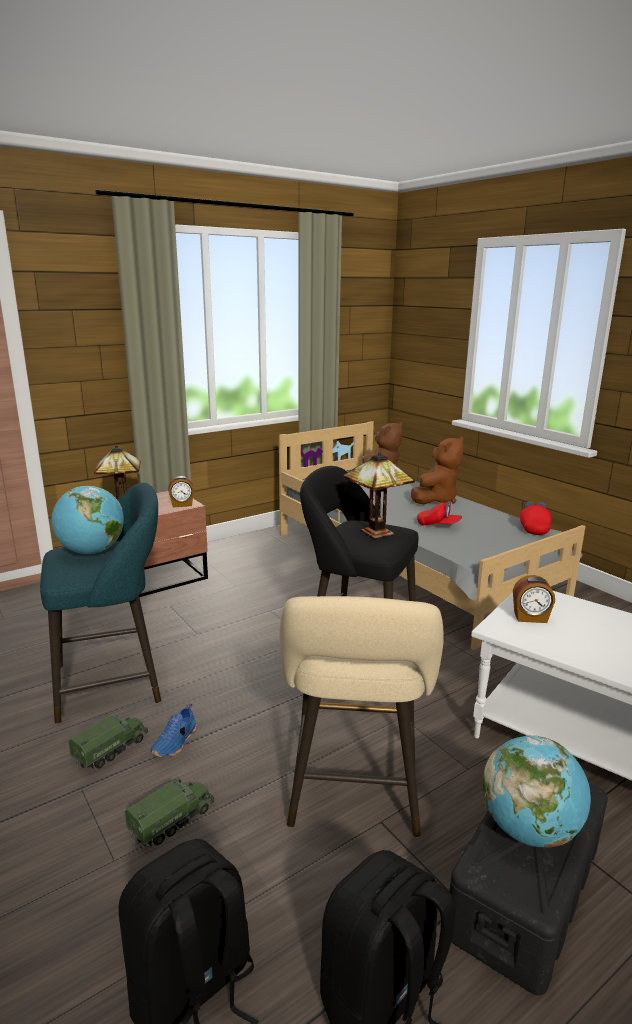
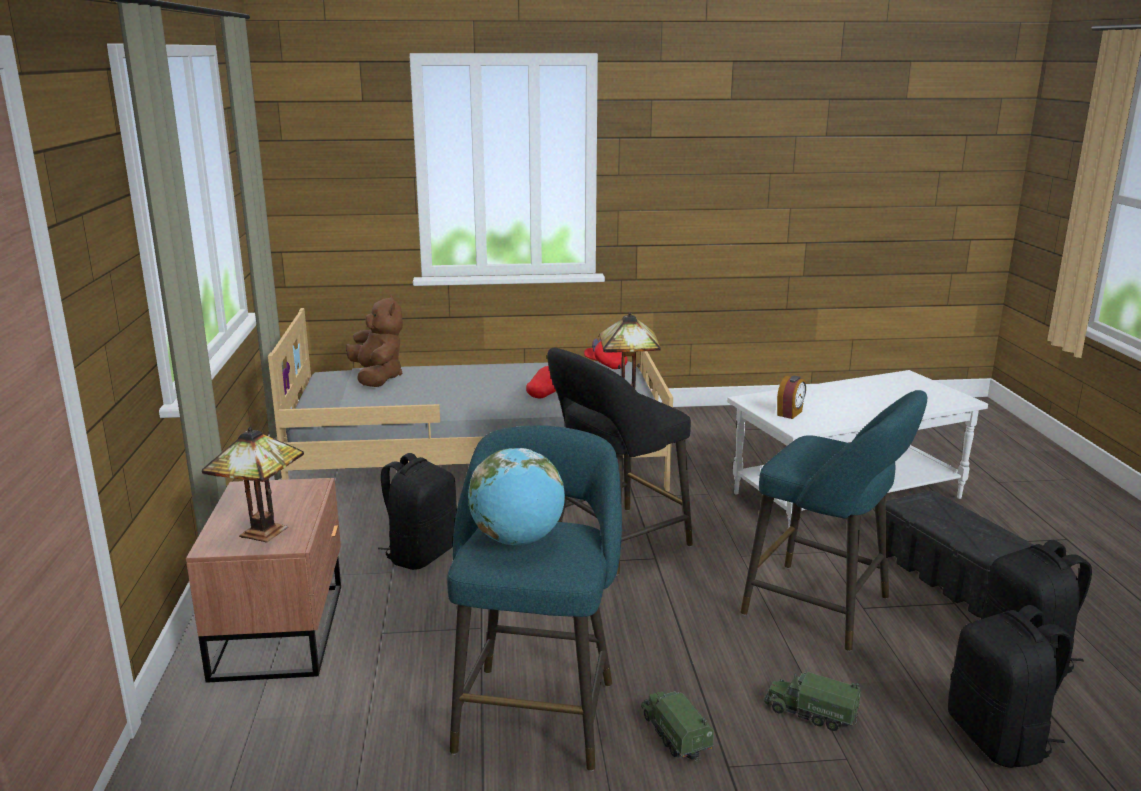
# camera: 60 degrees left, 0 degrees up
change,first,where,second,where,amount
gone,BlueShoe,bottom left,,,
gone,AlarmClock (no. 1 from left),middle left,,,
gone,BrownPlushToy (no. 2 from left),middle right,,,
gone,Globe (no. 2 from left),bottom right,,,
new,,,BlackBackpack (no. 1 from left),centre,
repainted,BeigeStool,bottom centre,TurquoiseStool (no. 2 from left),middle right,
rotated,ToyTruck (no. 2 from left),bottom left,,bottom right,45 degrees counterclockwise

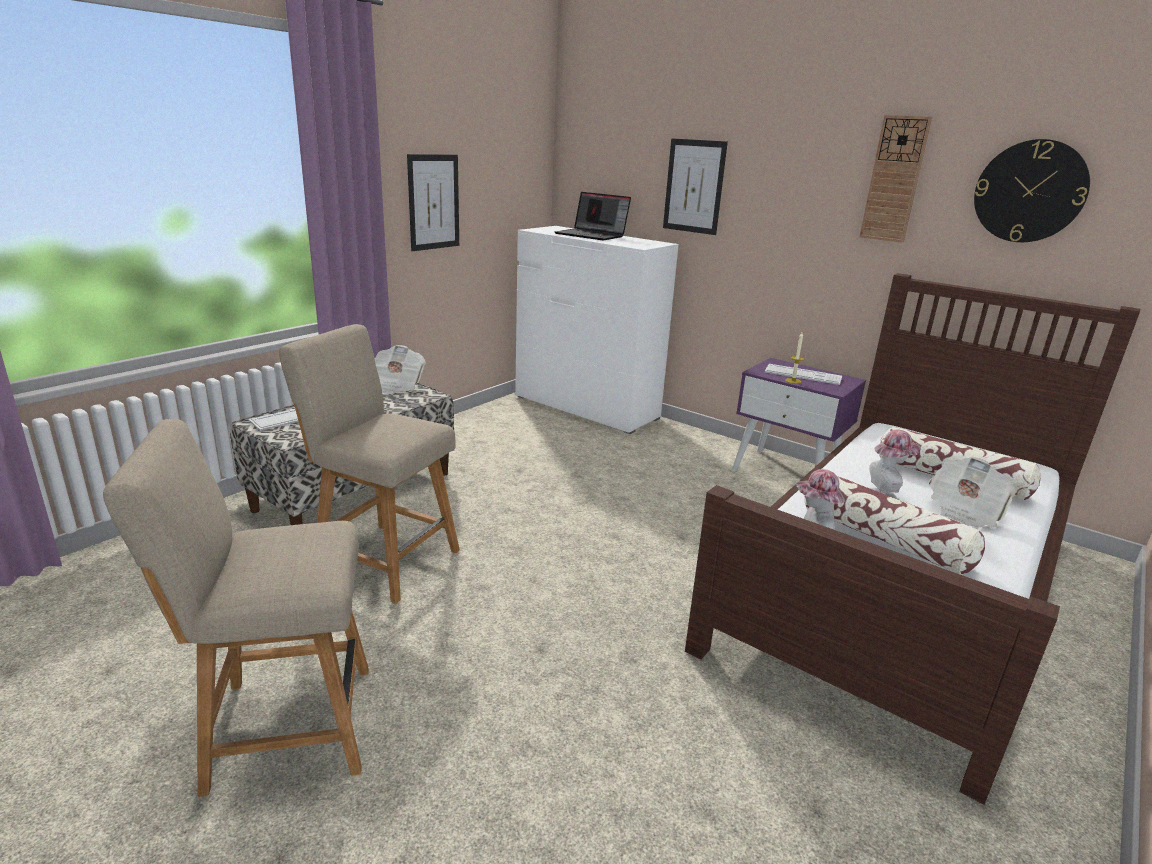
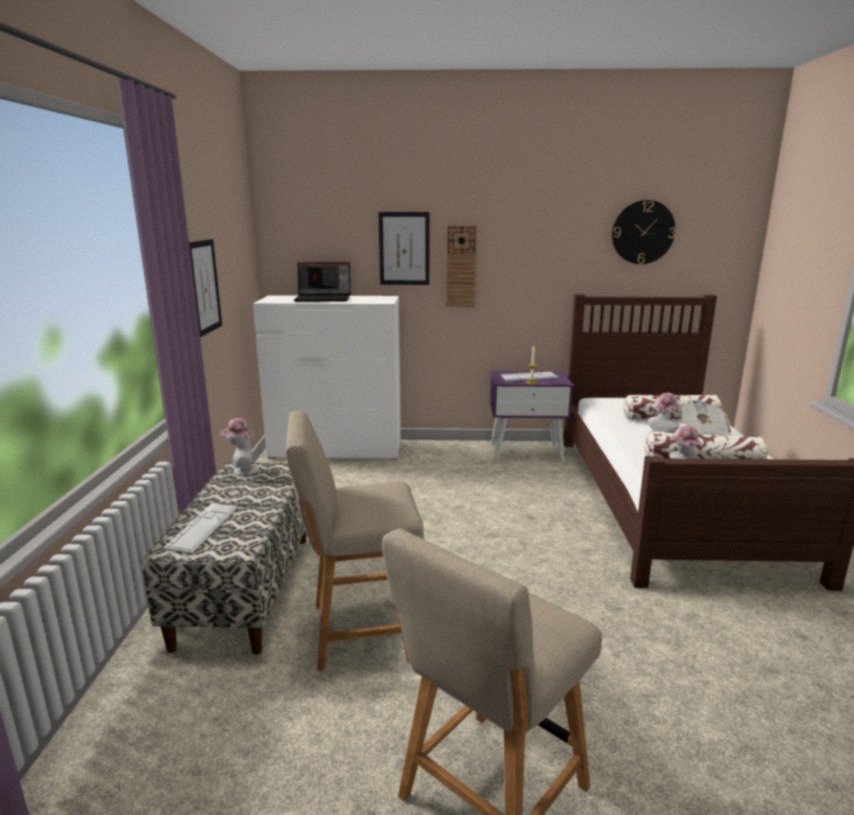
# camera: 35 degrees left, 5 degrees down
change,first,where,second,where,amount
shifted,WallClock (no. 1 from left),top right,,top centre,
swapped,Newspaper (no. 1 from left),centre,Hat (no. 1 from left),middle left,

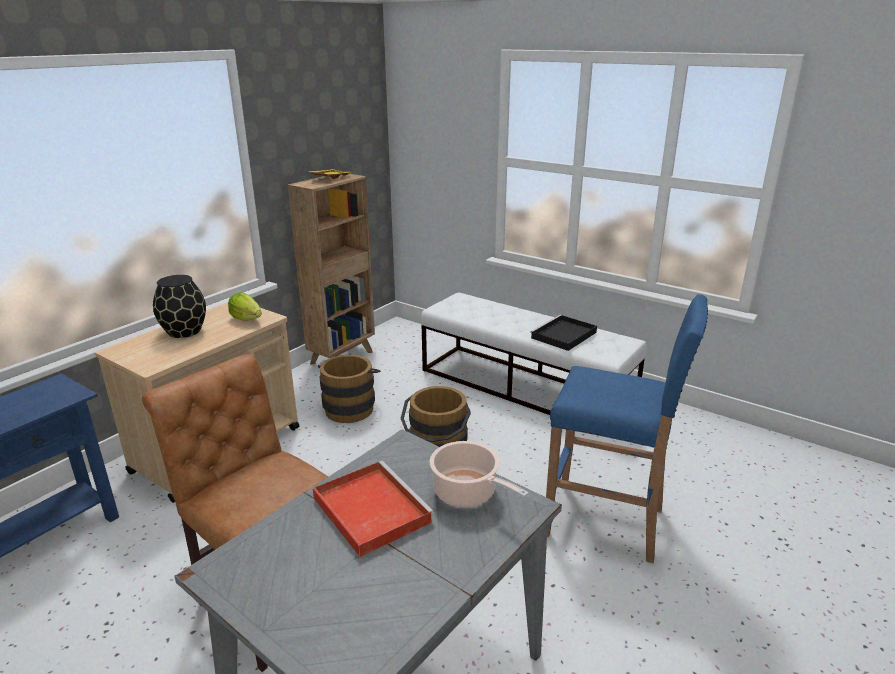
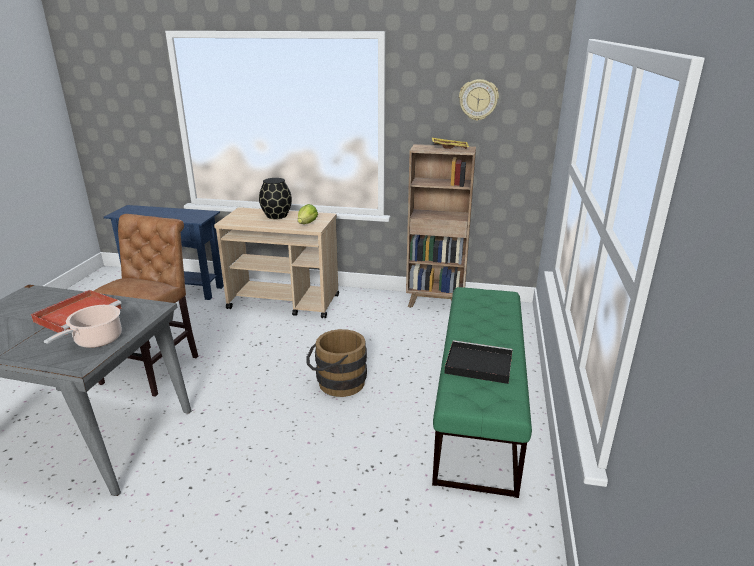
# camera: 65 degrees right, 0 degrees up
change,first,where,second,where,amount
gone,BrownBucket (no. 1 from left),centre,,,
gone,BlueStool,middle right,,,
new,,,WallClock,top centre,
repainted,WhiteBench,centre,GreenBench,bottom centre,

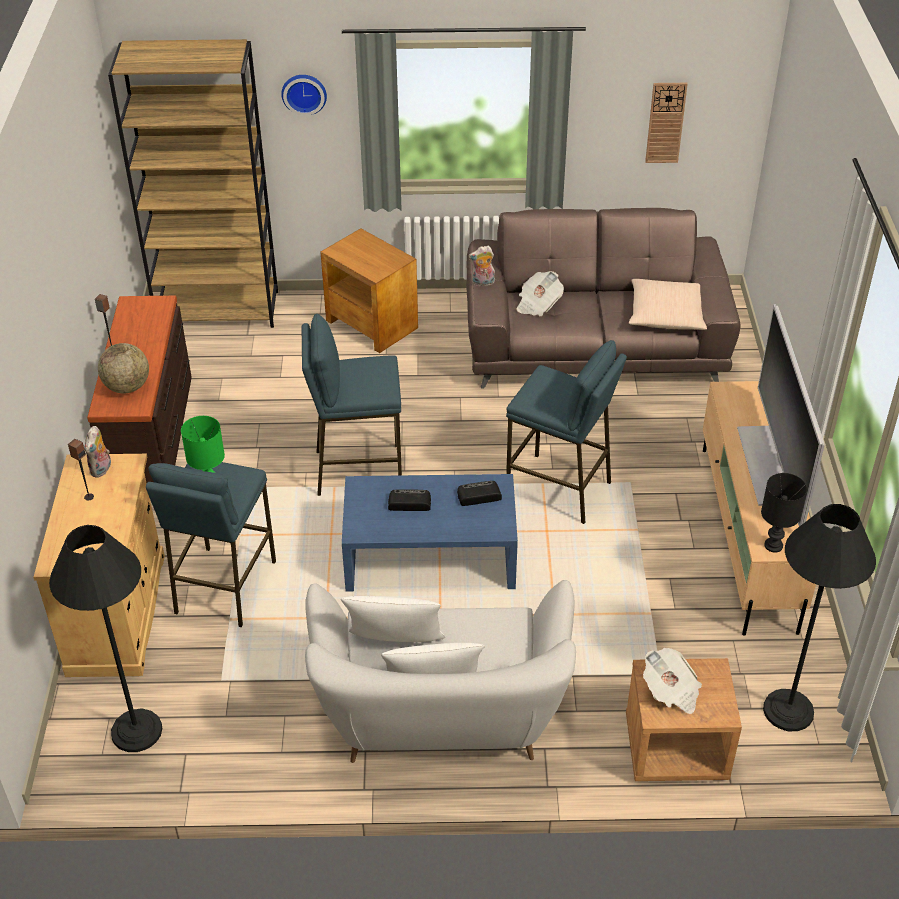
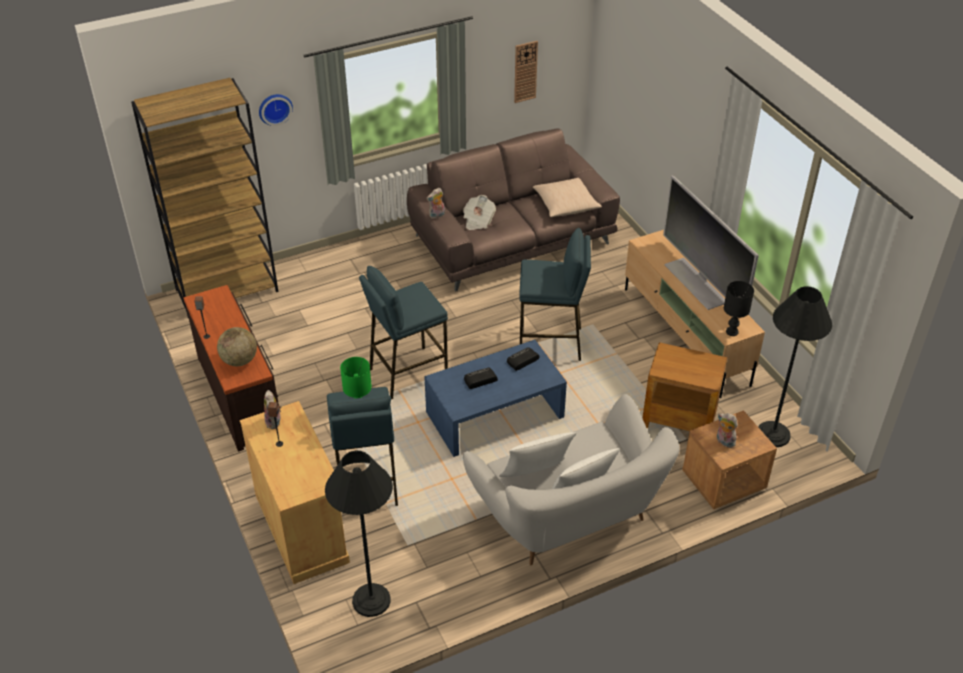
# camera: 25 degrees left, 0 degrees up
change,first,where,second,where,amount
shifted,BrownSideTable,top centre,,middle right,
swapped,Newspaper (no. 2 from left),bottom right,PlushToy (no. 3 from left),middle right,

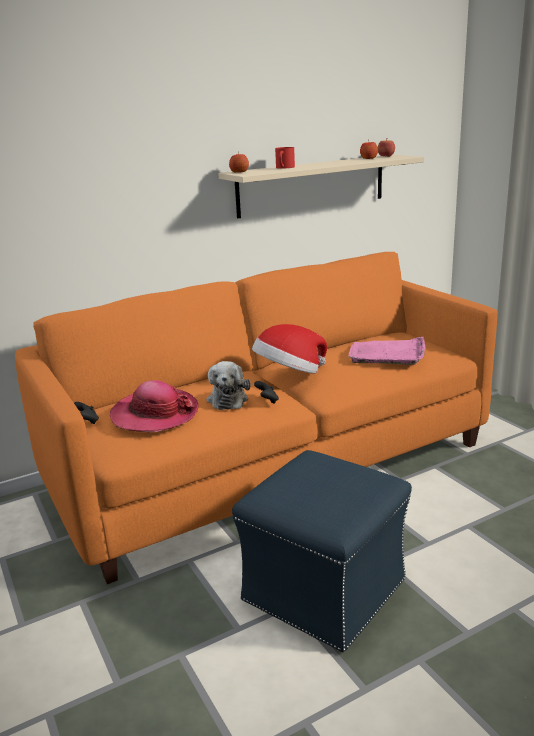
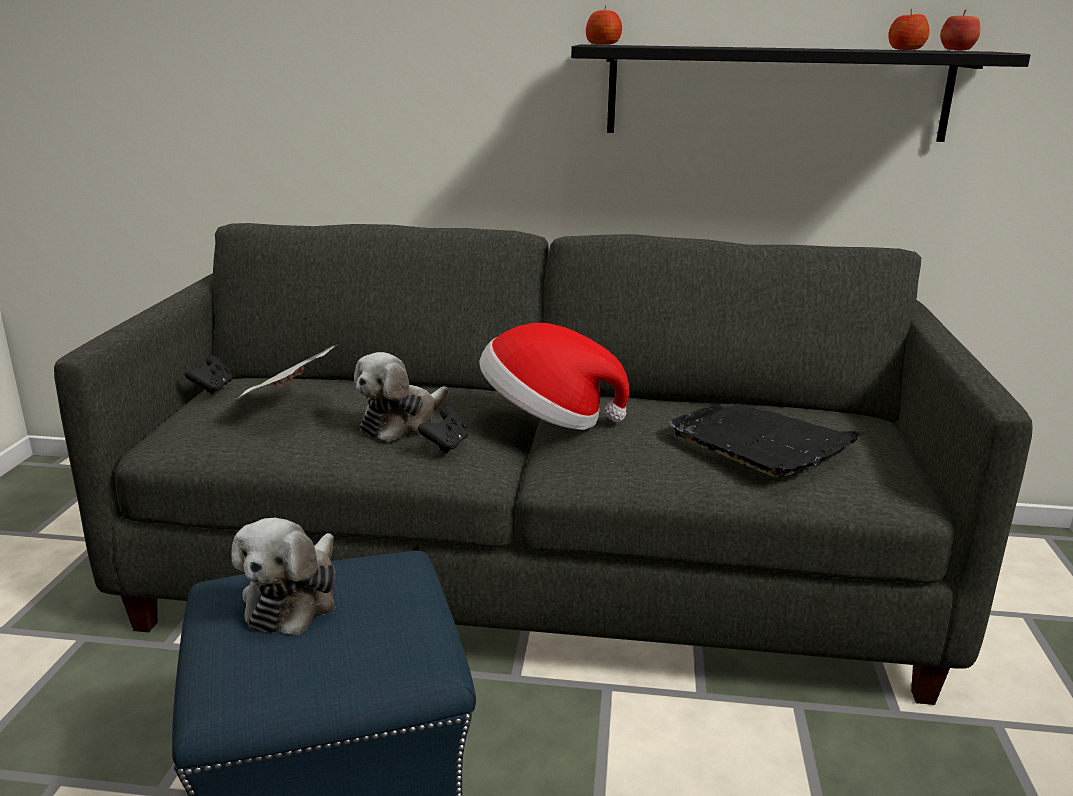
# camera: 35 degrees right, 0 degrees up
change,first,where,second,where,amount
gone,RedMug,top centre,,,
new,,,PlushToy (no. 1 from left),bottom left,
swapped,Hat (no. 1 from left),middle left,Newspaper,middle left,
repainted,OrangeSofa,centre,GreySofa,centre,
repainted,BeigeShelf,top centre,BlackShelf,top right,
repainted,PinkTray,middle right,BlackTray,middle right,

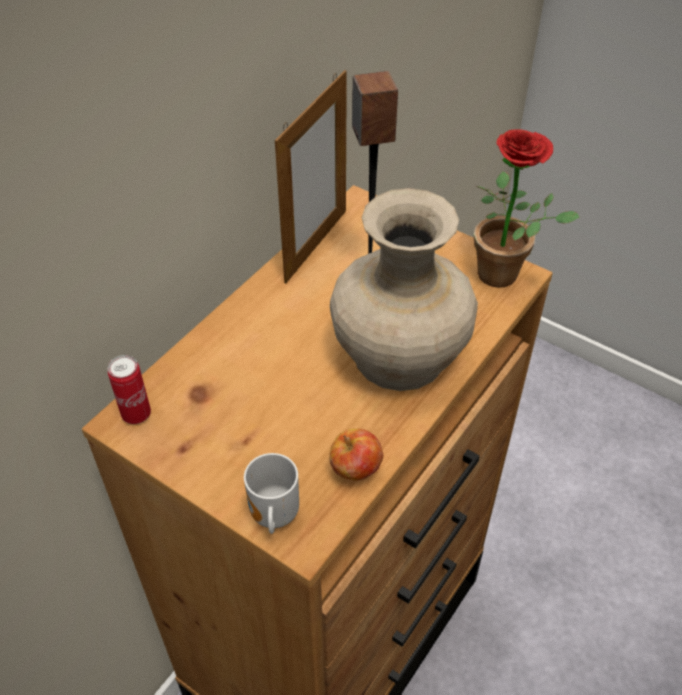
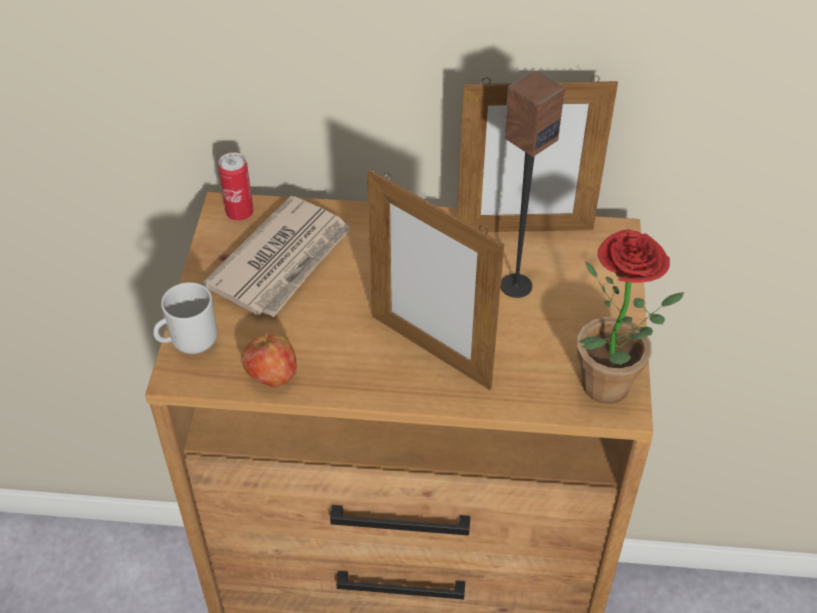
# camera: 60 degrees right, 0 degrees up
change,first,where,second,where,amount
new,,,Newspaper,centre,
swapped,BeigeVase,centre,PictureFrame (no. 1 from left),centre,

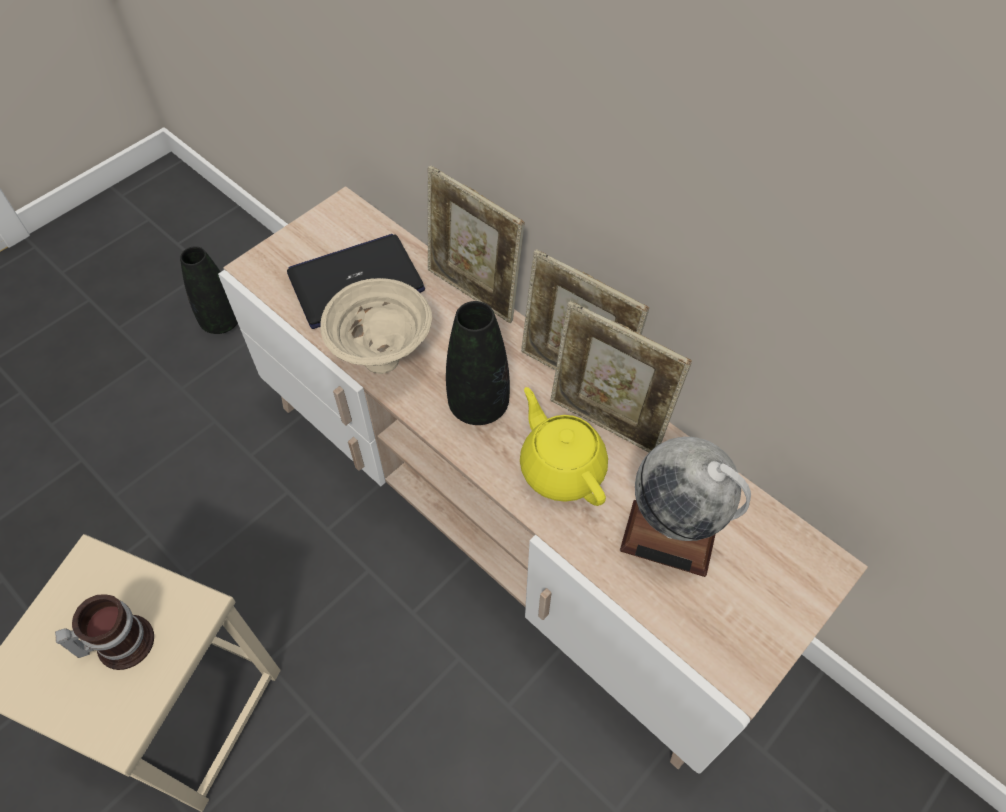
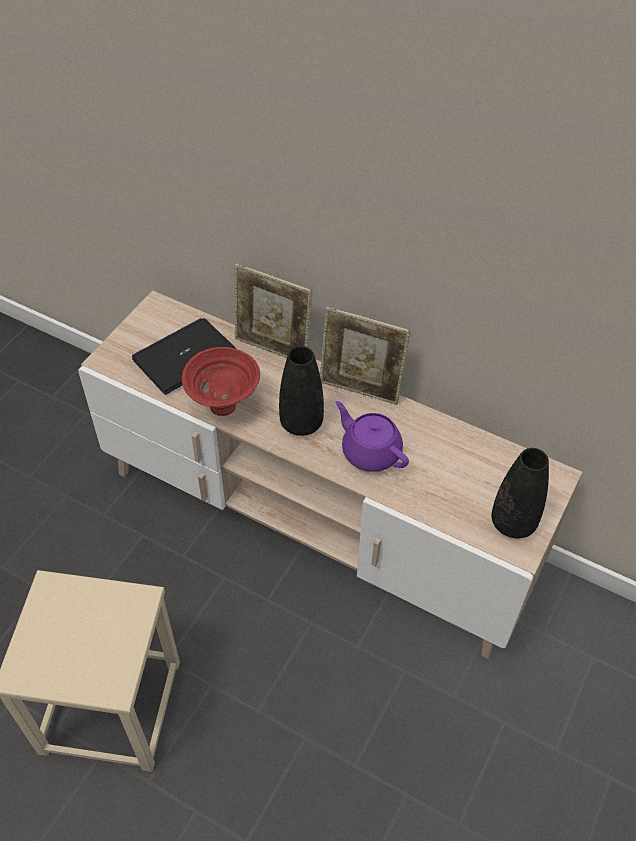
# camera: 15 degrees left, 5 degrees down
change,first,where,second,where,amount
gone,Mug,bottom left,,,
gone,PictureFrame (no. 3 from left),centre,,,
gone,Globe,middle right,,,
shifted,BlackVase (no. 1 from left in the first image),middle left,BlackVase (no. 2 from left),middle right,
repainted,BeigeBowl,centre,RedBowl,centre,
repainted,YellowTeapot,centre,PurpleTeapot,centre,

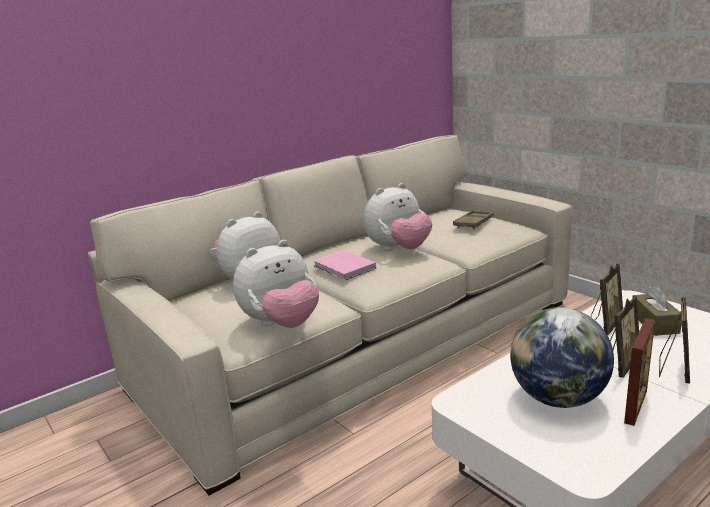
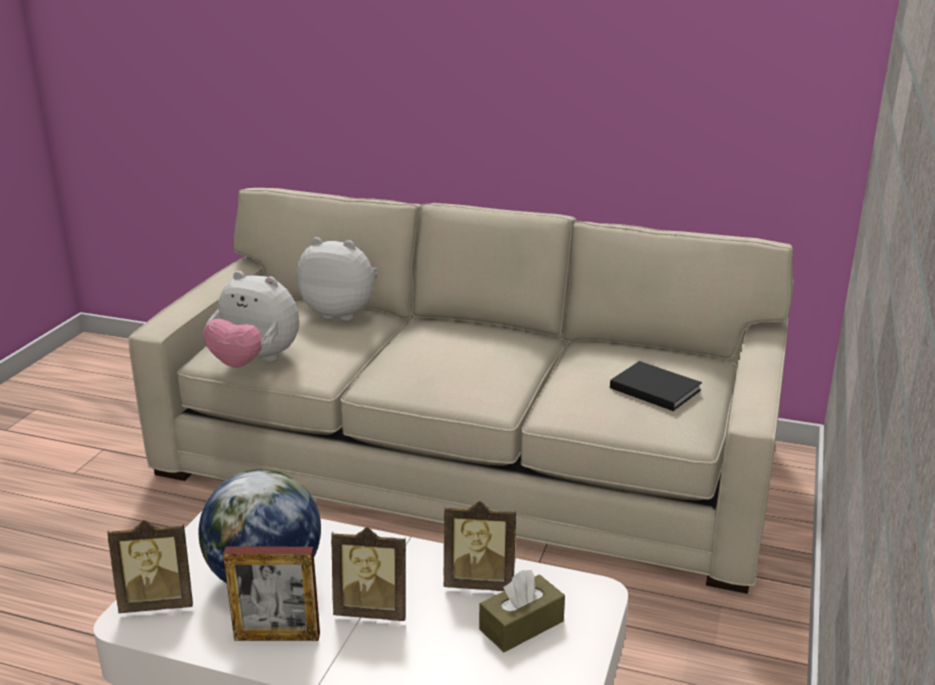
# camera: 55 degrees right, 5 degrees up
change,first,where,second,where,amount
gone,PinkBook,centre,,,
gone,PlushToy (no. 3 from left),centre,,,
shifted,PictureFrame (no. 4 from left in the first image),bottom right,PictureFrame (no. 1 from left),bottom left,
swapped,BrownTray,centre,BlackBook,middle right,

